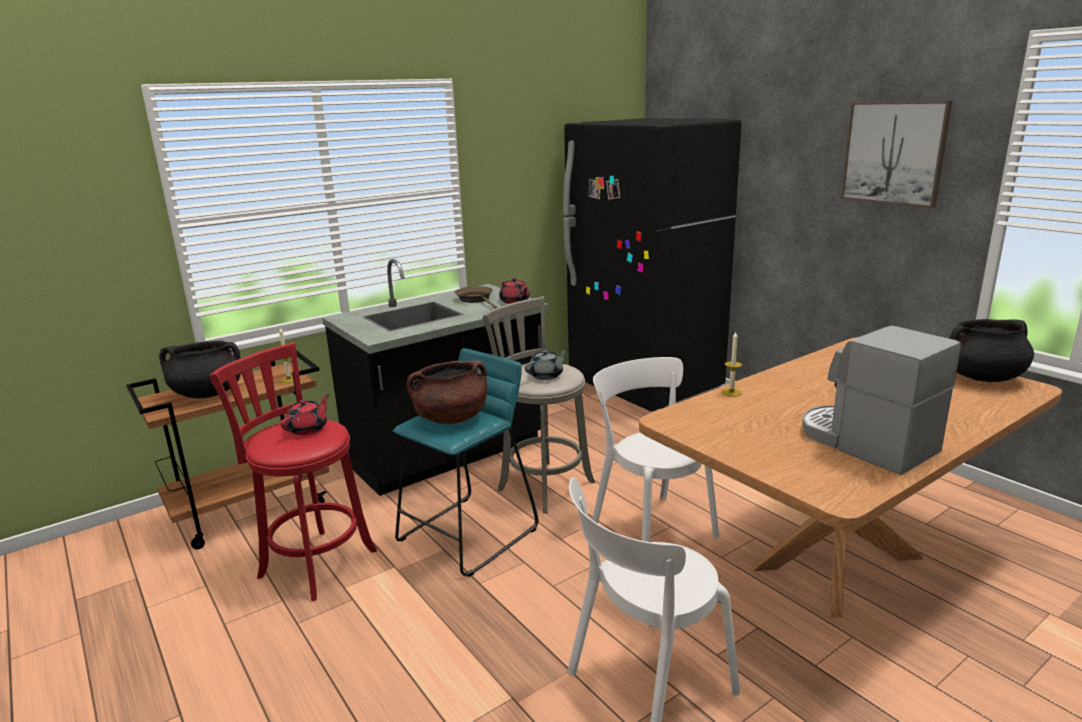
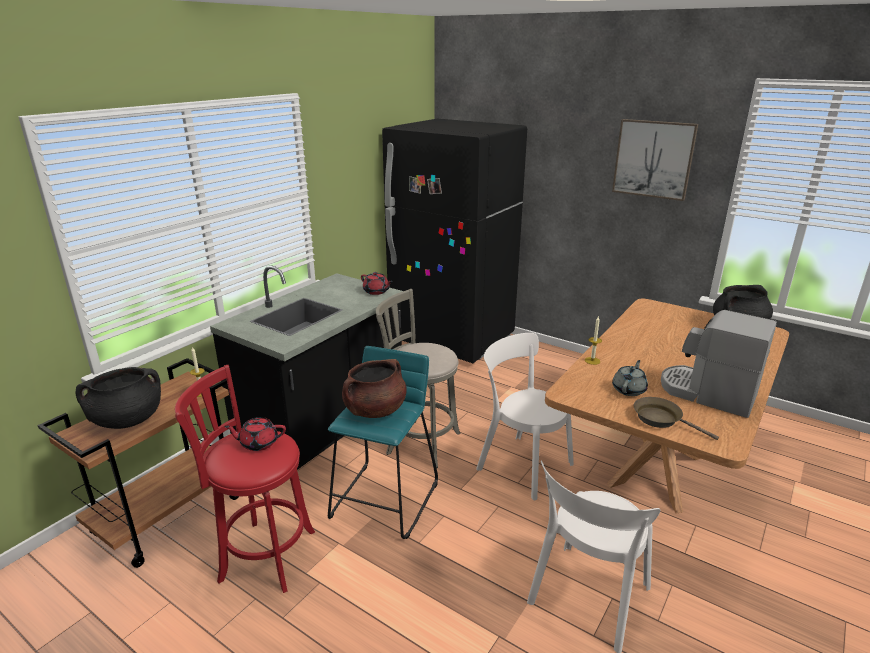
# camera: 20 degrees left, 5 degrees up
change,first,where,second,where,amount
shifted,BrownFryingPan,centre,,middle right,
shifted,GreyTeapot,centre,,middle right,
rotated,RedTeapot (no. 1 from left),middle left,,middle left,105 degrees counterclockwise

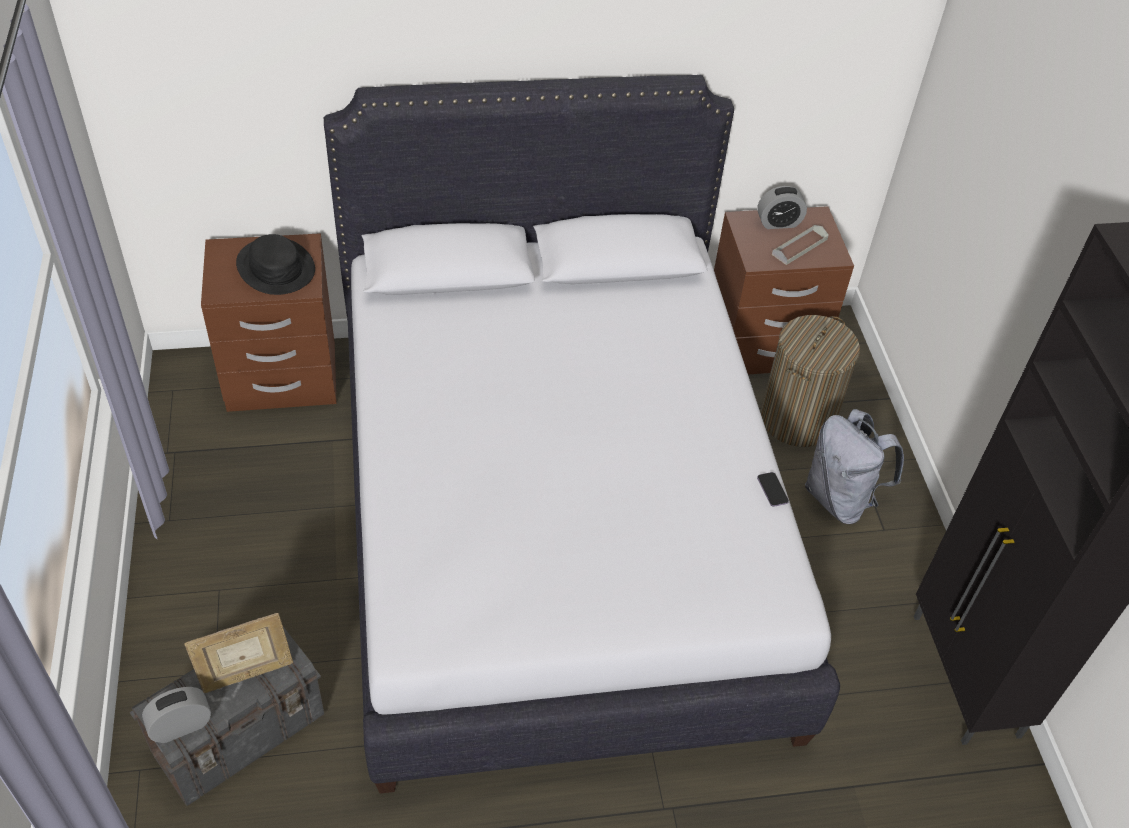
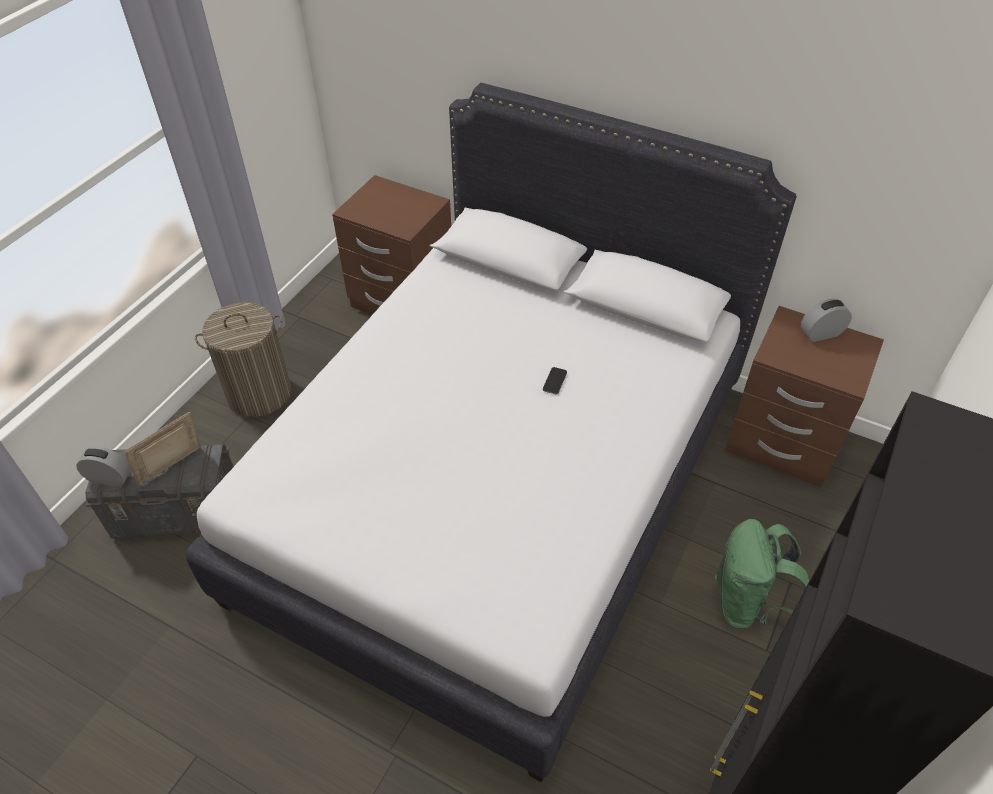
# camera: 40 degrees right, 0 degrees up
change,first,where,second,where,amount
gone,BlackHat,top left,,,
gone,GreyTray,top right,,,
shifted,Phone,middle right,,centre,
shifted,LaundryBasket,middle right,,middle left,
repainted,GreyBackpack,middle right,GreenBackpack,bottom right,
rotated,PictureFrame,bottom left,,middle left,120 degrees clockwise
rotated,AlarmClock (no. 2 from left),top right,,middle right,135 degrees clockwise

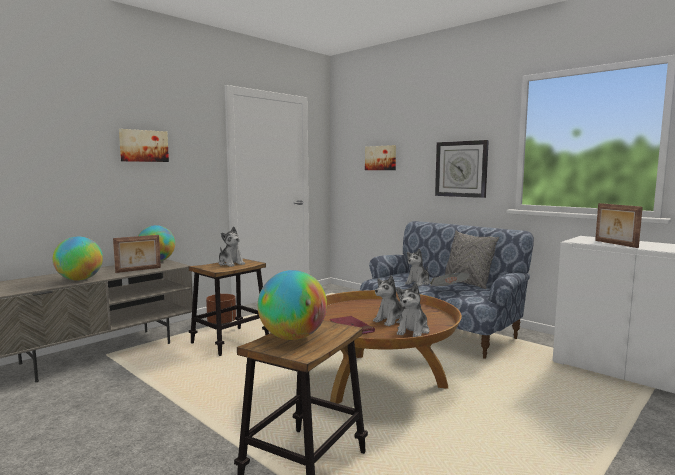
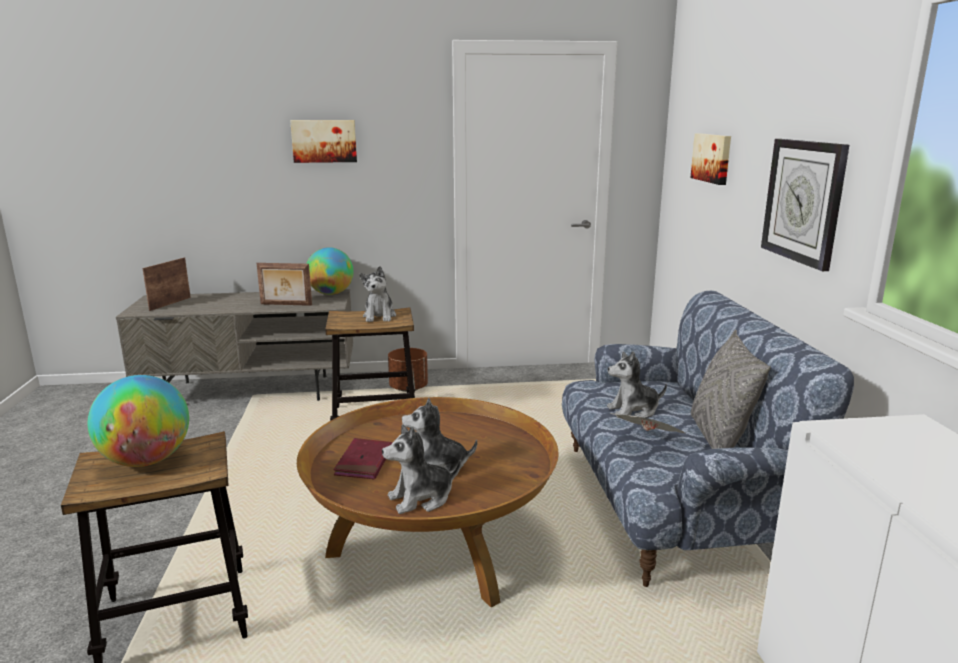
# camera: 40 degrees right, 10 degrees up
change,first,where,second,where,amount
gone,Globe (no. 1 from left),middle left,,,
shifted,PictureFrame (no. 2 from left in the first image),middle right,PictureFrame (no. 1 from left),middle left,

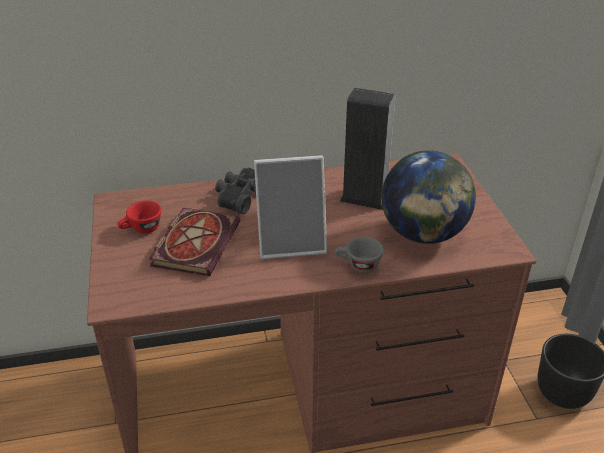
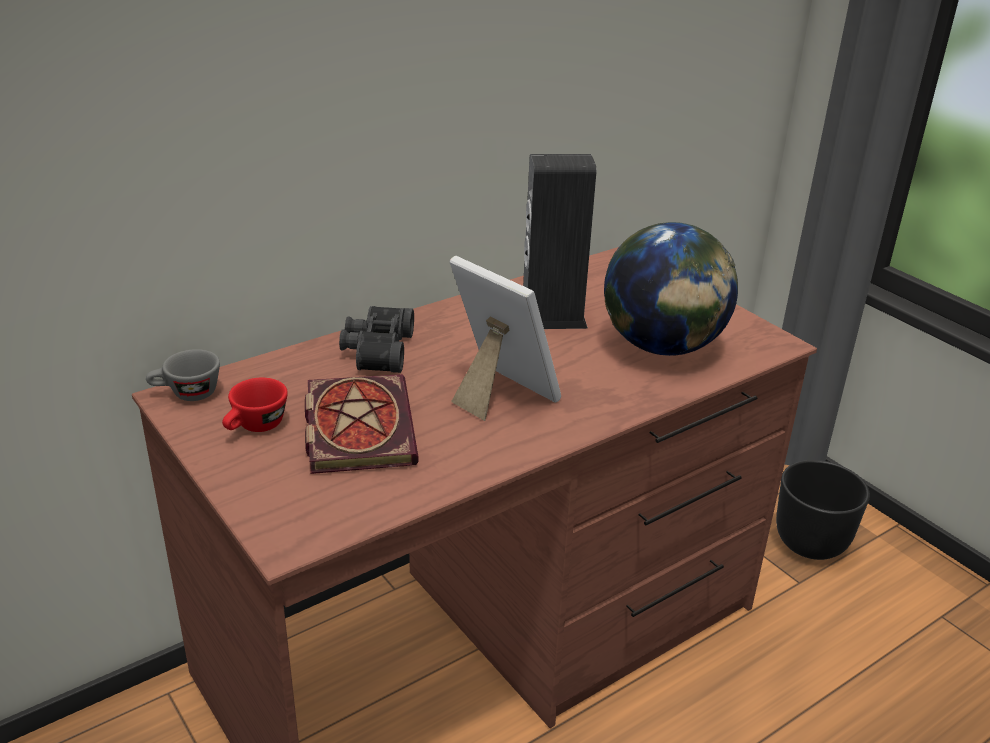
# camera: 25 degrees left, 5 degrees down
change,first,where,second,where,amount
shifted,GreyCup,centre,,middle left,
rotated,PictureFrame,centre,,centre,105 degrees counterclockwise

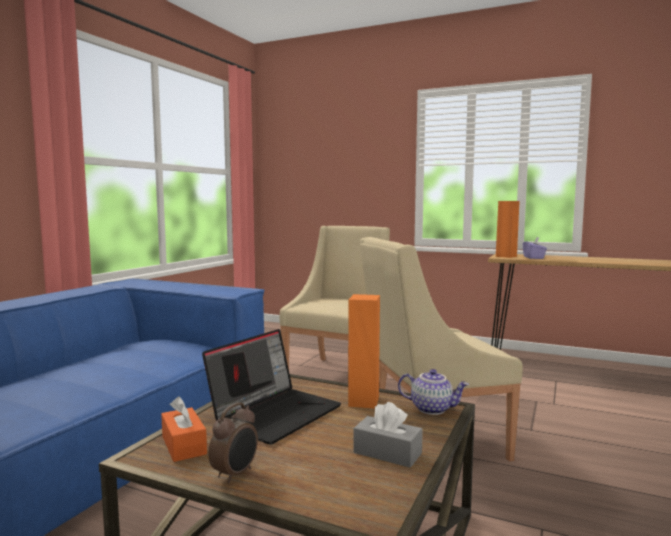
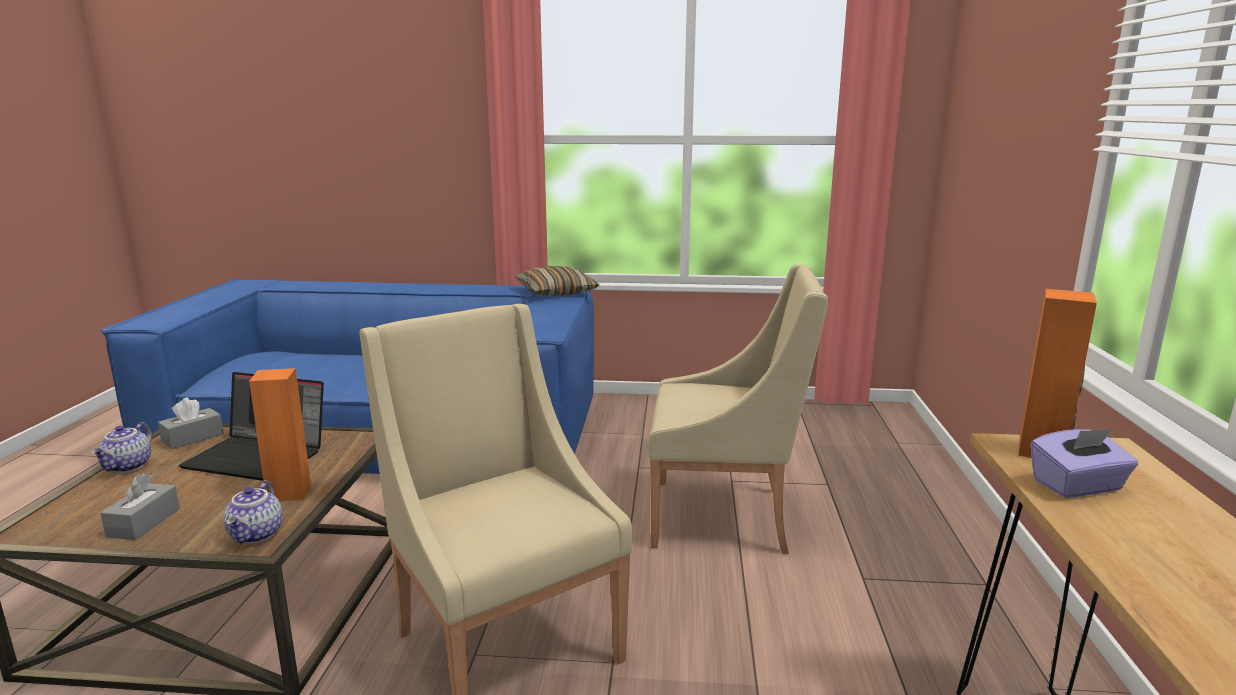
# camera: 70 degrees right, 10 degrees up
change,first,where,second,where,amount
new,,,Pillow,centre,
swapped,AlarmClock,bottom centre,Teapot (no. 1 from left),middle left,
repainted,OrangeTissueBox,bottom left,GreyTissueBox (no. 2 from left),middle left,

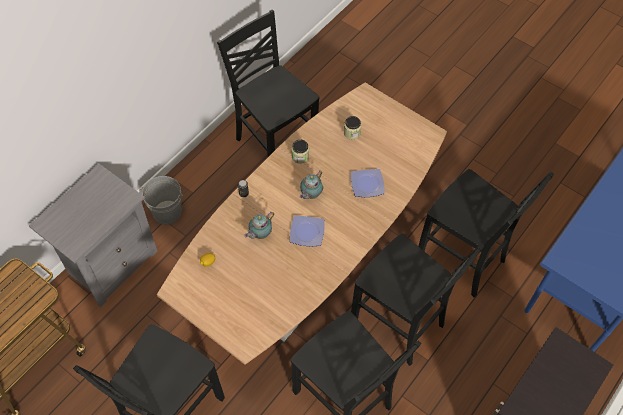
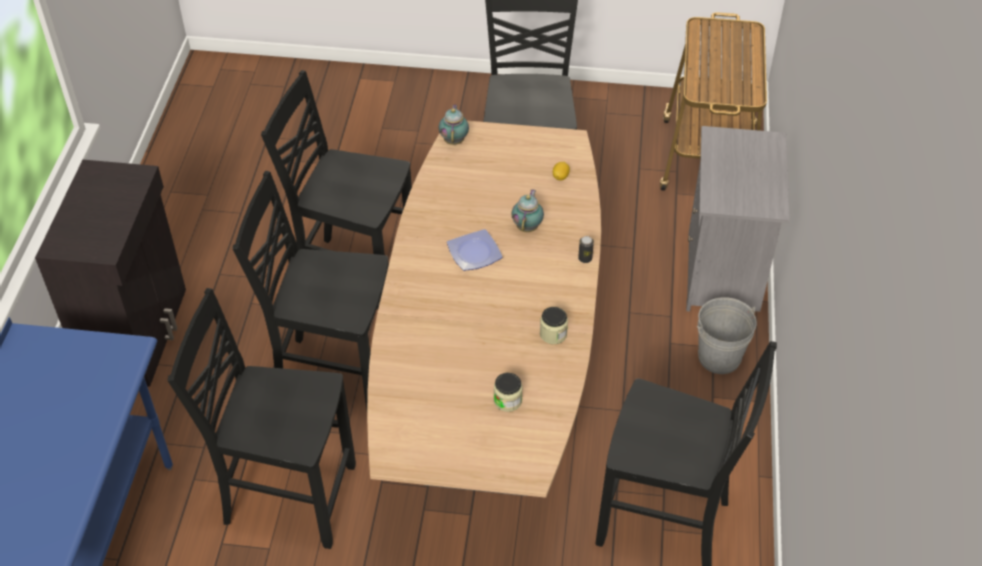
# camera: 150 degrees right, 10 degrees down
change,first,where,second,where,amount
gone,Plate (no. 2 from left),centre,,,
shifted,Teapot (no. 2 from left in the first image),centre,Teapot (no. 1 from left),top centre,

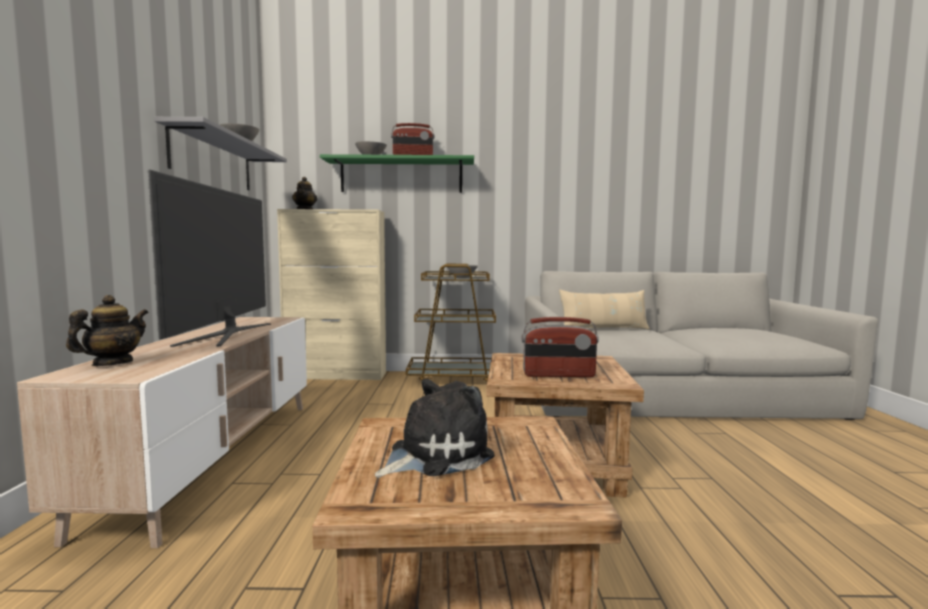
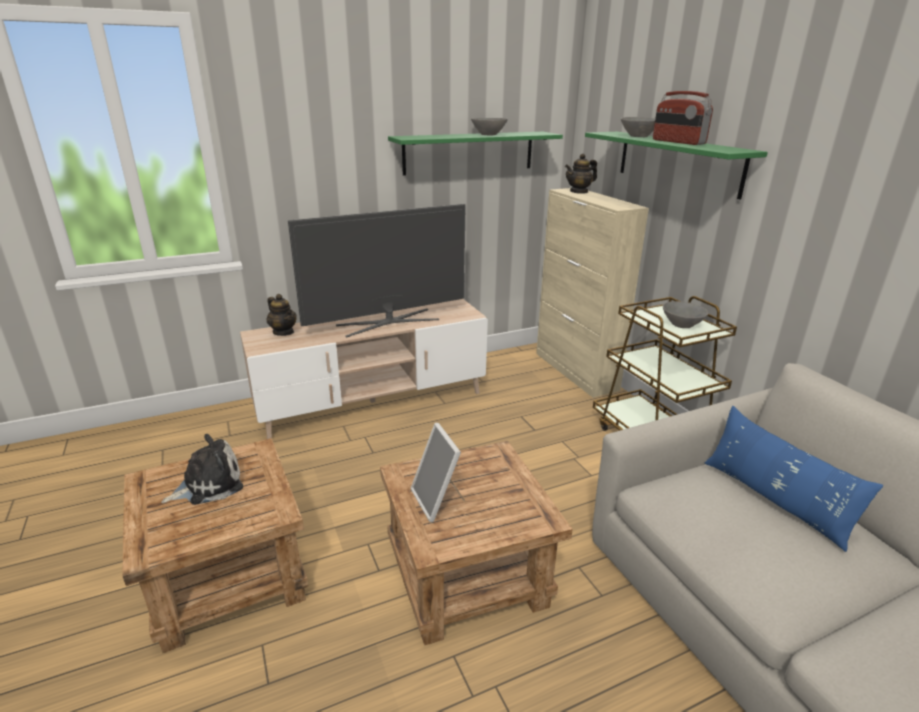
# camera: 65 degrees right, 20 degrees up
change,first,where,second,where,amount
swapped,Radio (no. 2 from left),centre,PictureFrame,centre,
repainted,GreyShelf,top left,GreenShelf (no. 1 from left),top centre,
repainted,BeigePillow,centre,BluePillow,bottom right,
rotated,Teapot (no. 1 from left),middle left,,middle left,45 degrees clockwise
rotated,PlushToy,bottom centre,,middle left,60 degrees counterclockwise

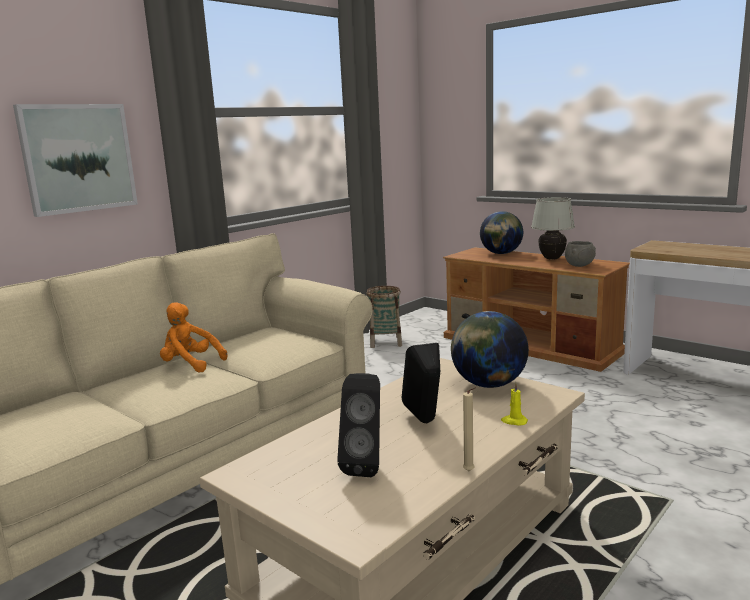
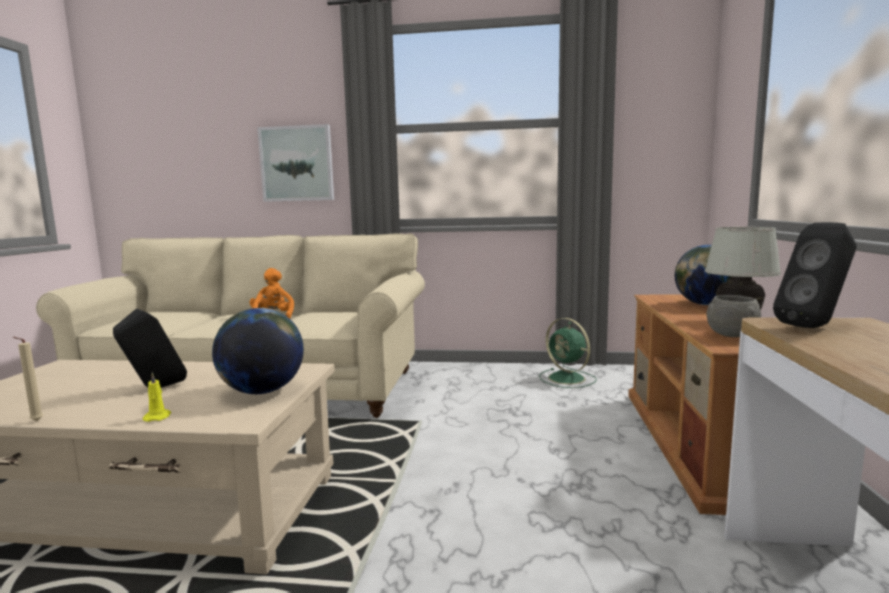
# camera: 55 degrees right, 5 degrees down
change,first,where,second,where,amount
shifted,BlackSpeaker (no. 1 from left in the first image),bottom centre,BlackSpeaker (no. 2 from left),middle right,
swapped,Basket,centre,GreenFan,centre,

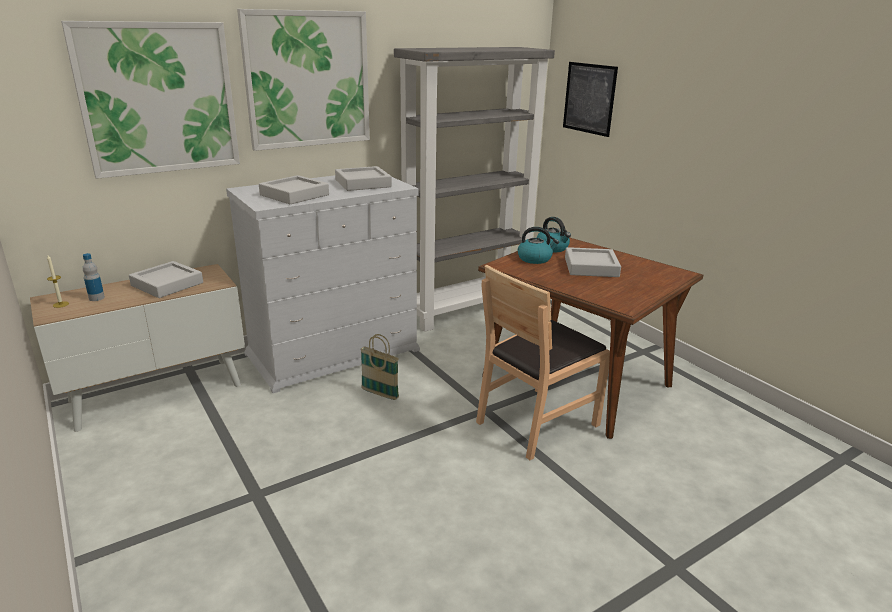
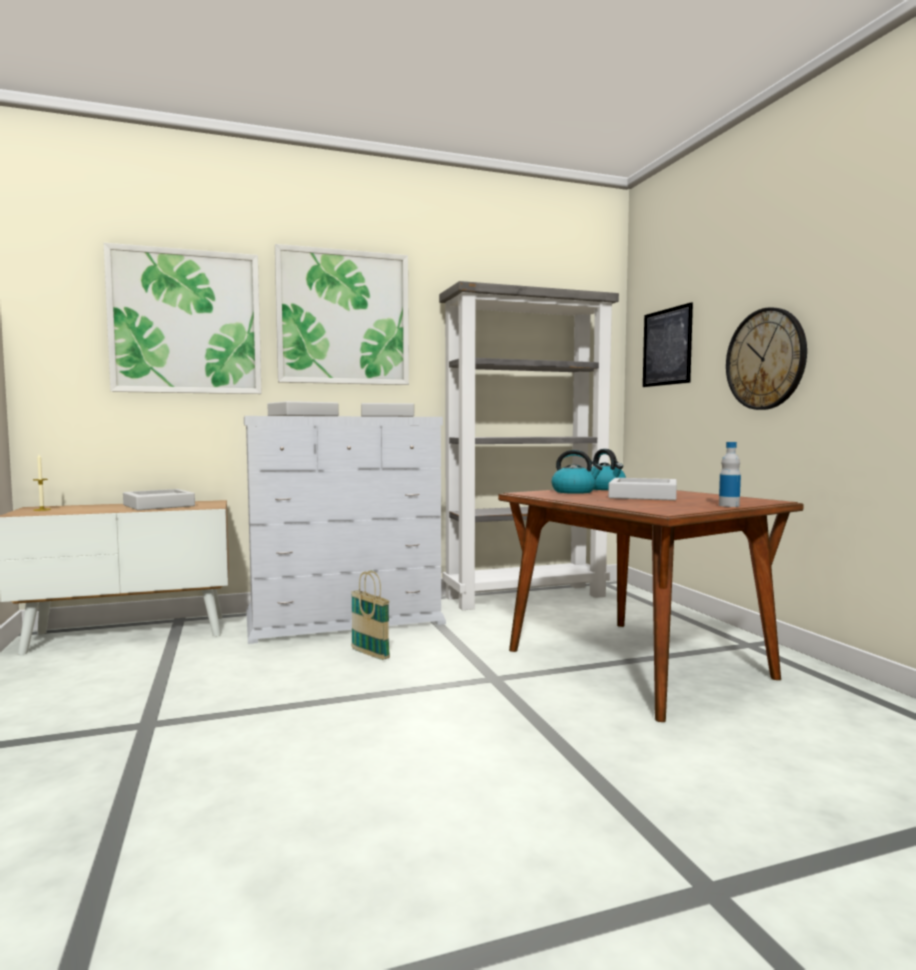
# camera: 15 degrees right, 20 degrees down
change,first,where,second,where,amount
gone,BrownChair,centre,,,
new,,,WallClock,middle right,
shifted,Bottle,middle left,,middle right,

